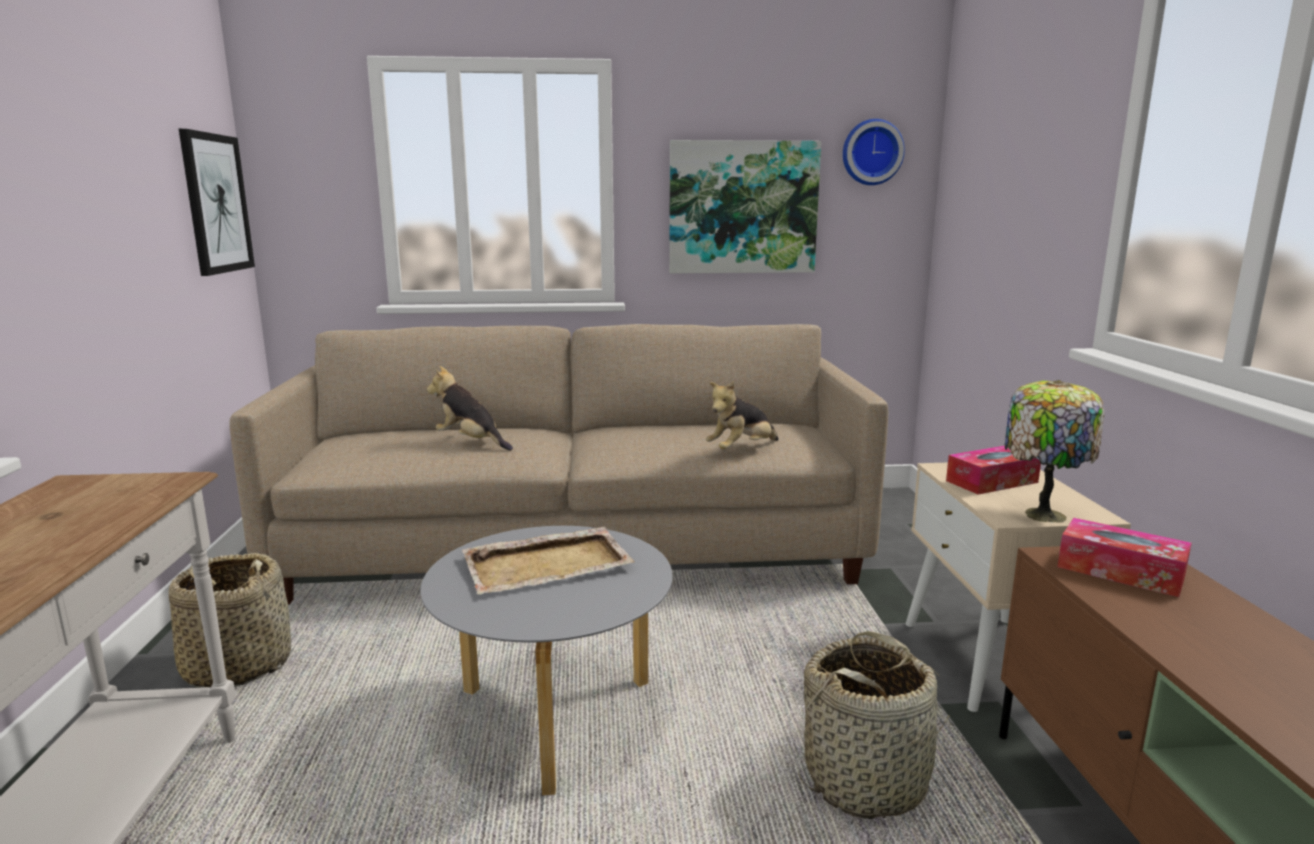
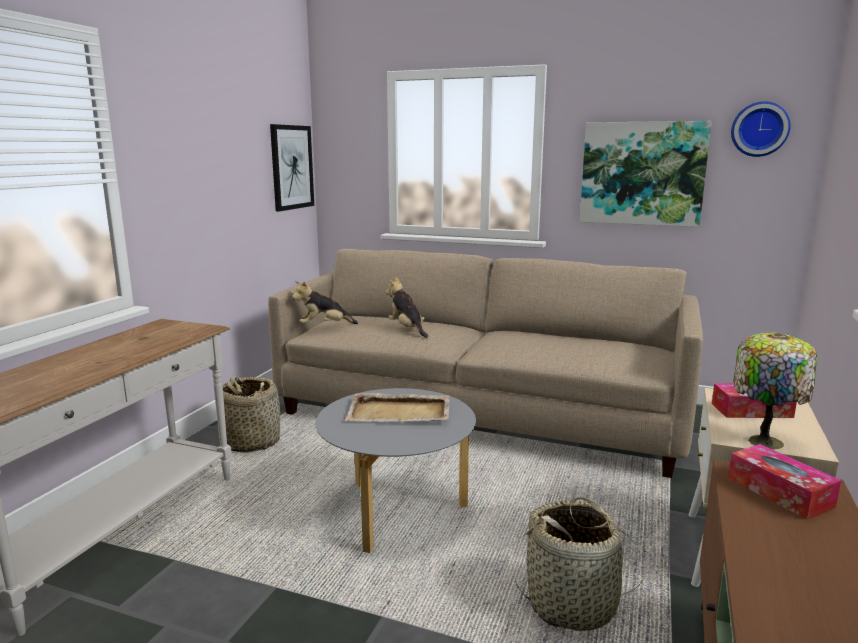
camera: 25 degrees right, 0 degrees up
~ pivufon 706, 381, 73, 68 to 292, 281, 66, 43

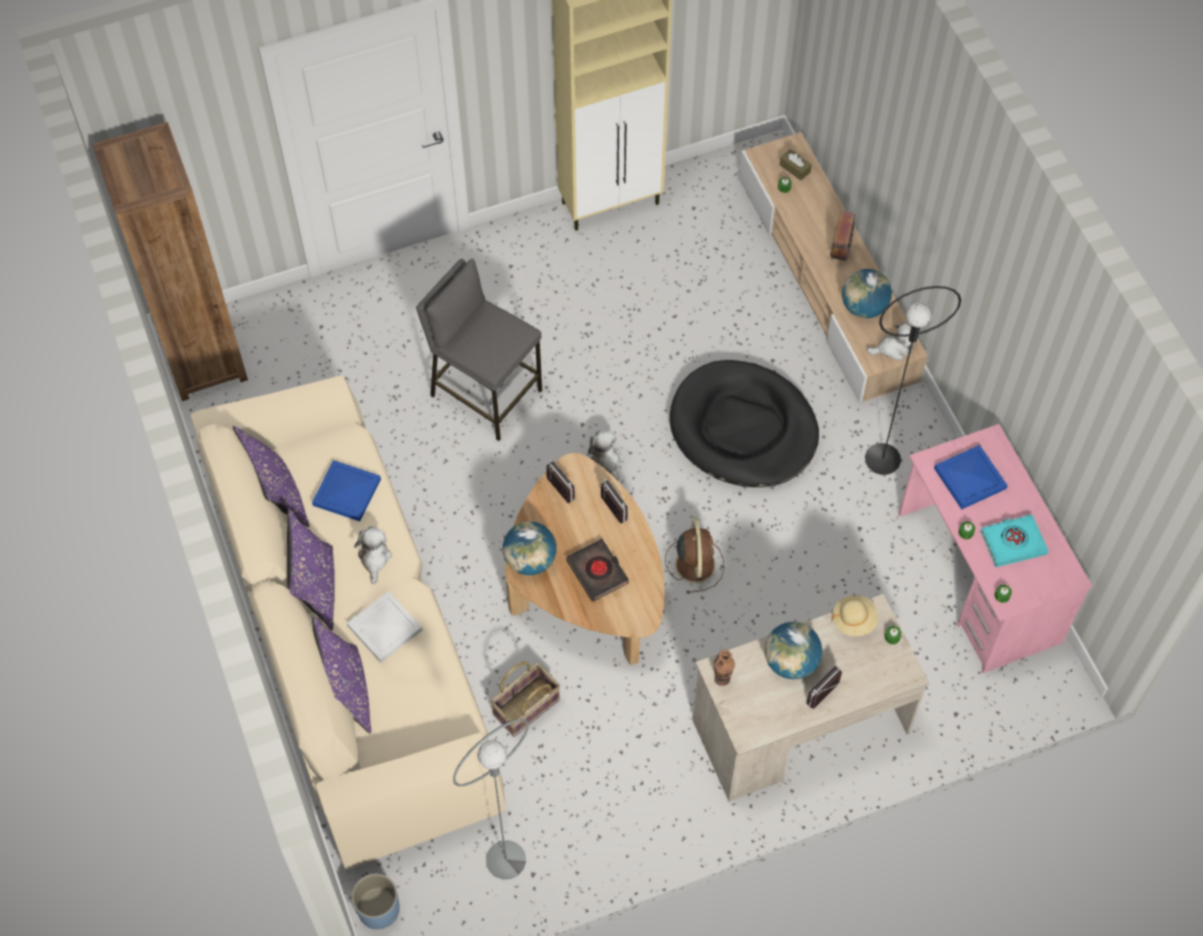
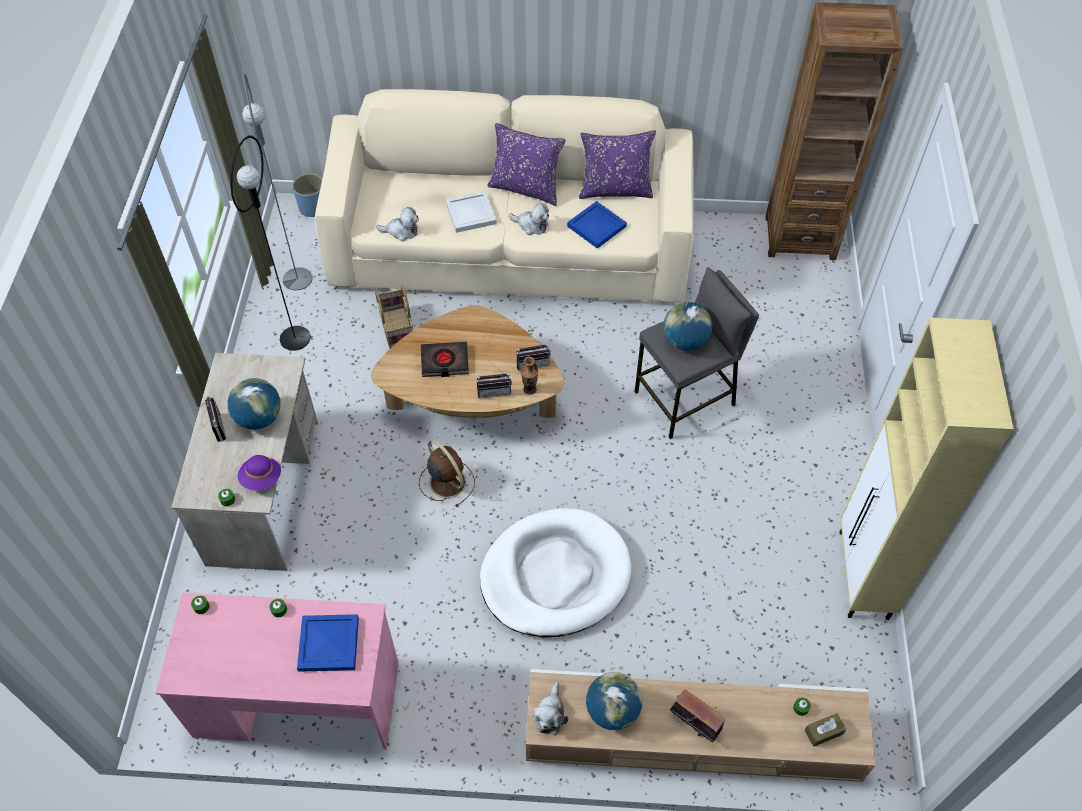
camera: 115 degrees right, 5 degrees down
~ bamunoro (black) 865, 286, 96, 189 to 230, 136, 81, 215
~ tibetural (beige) 832, 595, 46, 41 to tibetural (purple) 238, 455, 43, 36
~ pivufon 588, 430, 32, 50 to 376, 207, 43, 35
~ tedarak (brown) 665, 517, 59, 77 = 419, 439, 56, 68 150 degrees counterclockwise
~ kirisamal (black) 670, 360, 149, 127 to kirisamal (white) 480, 508, 151, 129
~ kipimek 714, 650, 21, 36 to 521, 357, 17, 38
~ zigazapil 503, 521, 54, 54 to 663, 302, 49, 49
- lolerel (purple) 312, 616, 59, 118
- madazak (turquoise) 980, 514, 68, 53

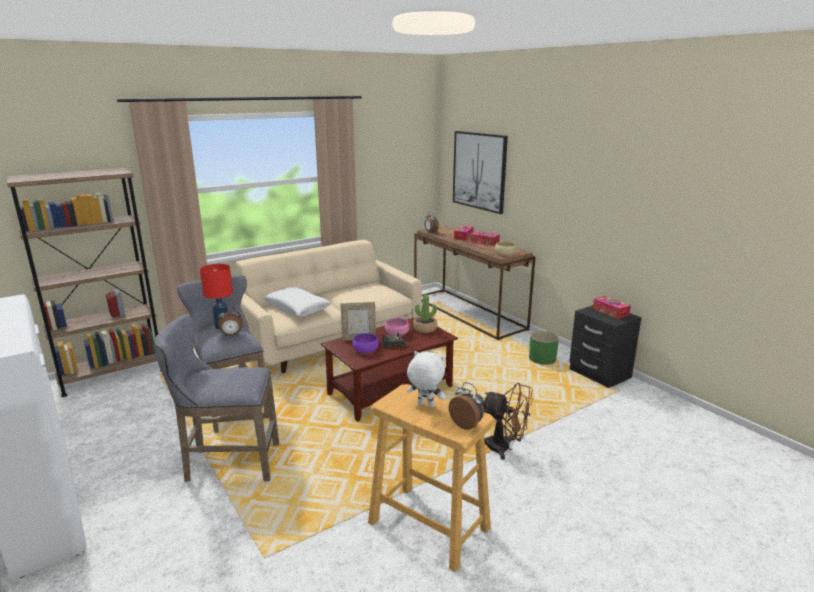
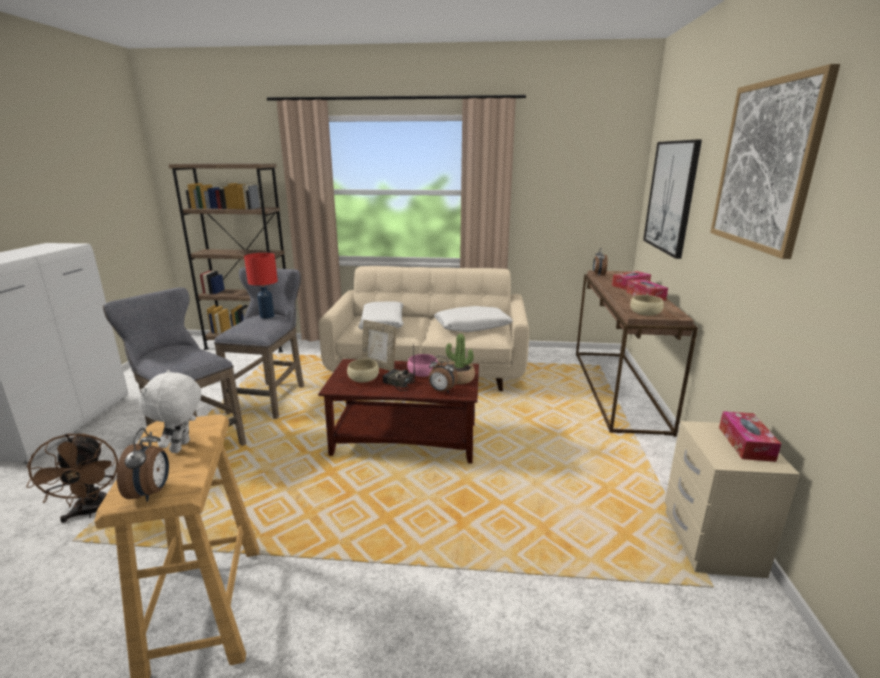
camera: 40 degrees right, 0 degrees up
~ tedarak (brown) 482, 382, 51, 78 to 26, 433, 92, 90
~ pivufon (white) 407, 351, 39, 56 = 139, 370, 62, 83 150 degrees counterclockwise
~ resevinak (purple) 352, 333, 27, 20 to resevinak (beige) 347, 359, 32, 24
~ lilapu 218, 306, 25, 31 to 429, 356, 29, 37
+ lolerel (white) 434, 306, 79, 26
~ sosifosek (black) 569, 305, 72, 83 to sosifosek (beige) 665, 421, 135, 157
+ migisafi 710, 64, 130, 195
- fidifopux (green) 529, 331, 30, 34

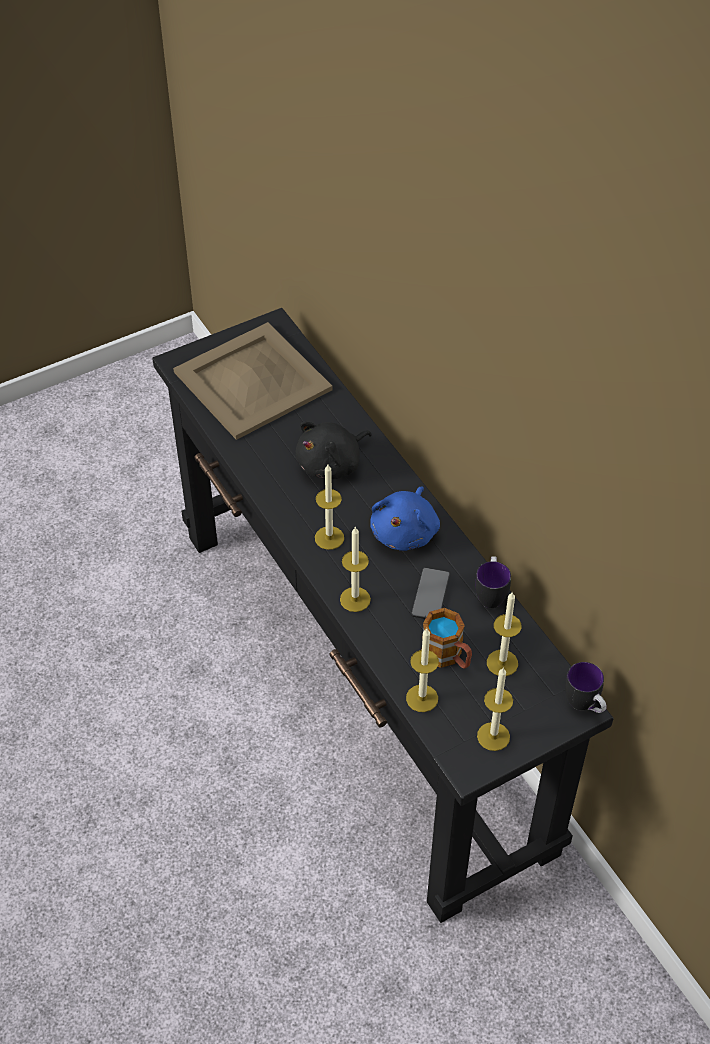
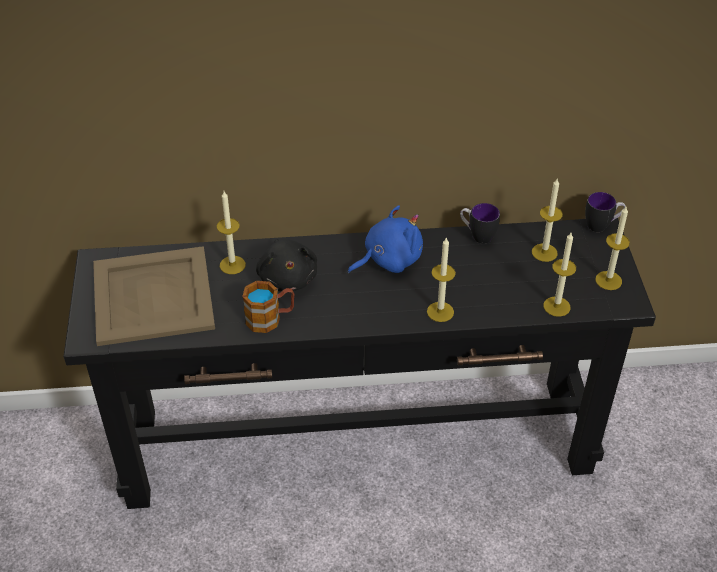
camera: 65 degrees left, 5 degrees down
~ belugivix 315, 465, 29, 85 to 217, 191, 29, 83
~ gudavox 421, 608, 51, 61 to 242, 281, 52, 52
~ pivufon (blue) 370, 486, 70, 65 = 348, 205, 75, 69 75 degrees counterclockwise
- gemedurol 411, 567, 39, 52

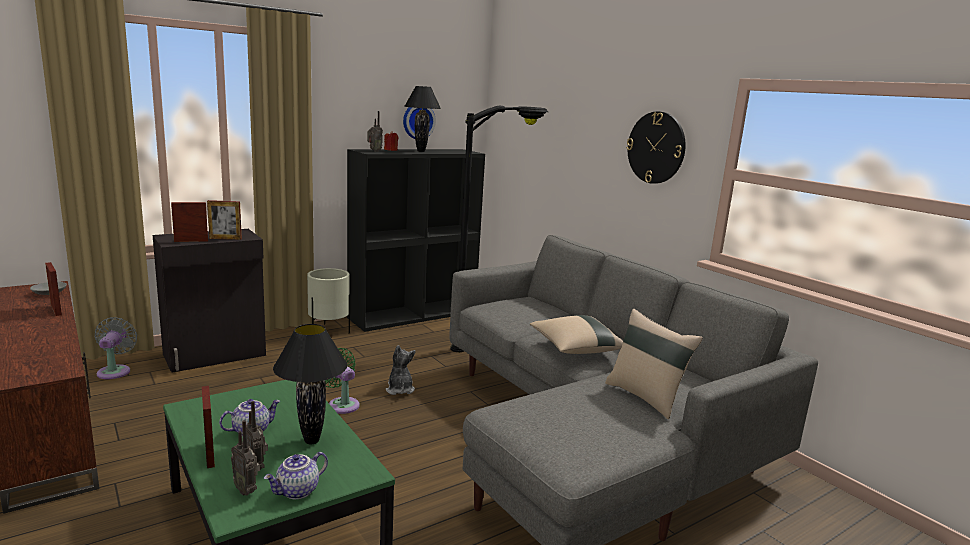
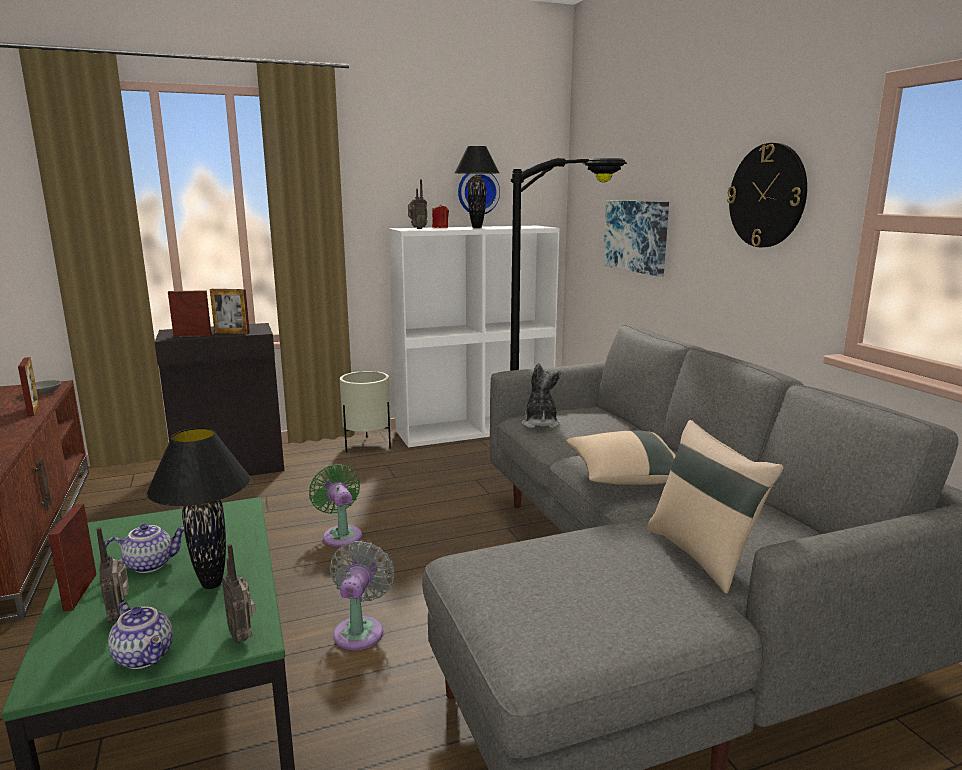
camera: 15 degrees right, 0 degrees up
~ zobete 264, 452, 64, 47 = 108, 602, 65, 67 105 degrees counterclockwise
~ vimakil 231, 420, 29, 76 to 222, 544, 34, 99
~ tedarak (grey) 94, 317, 43, 62 to 330, 541, 65, 109
~ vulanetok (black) 347, 149, 138, 183 to vulanetok (white) 388, 226, 172, 221
~ pivufon 386, 345, 29, 50 to 522, 363, 39, 65
+ migisafi 603, 200, 66, 76

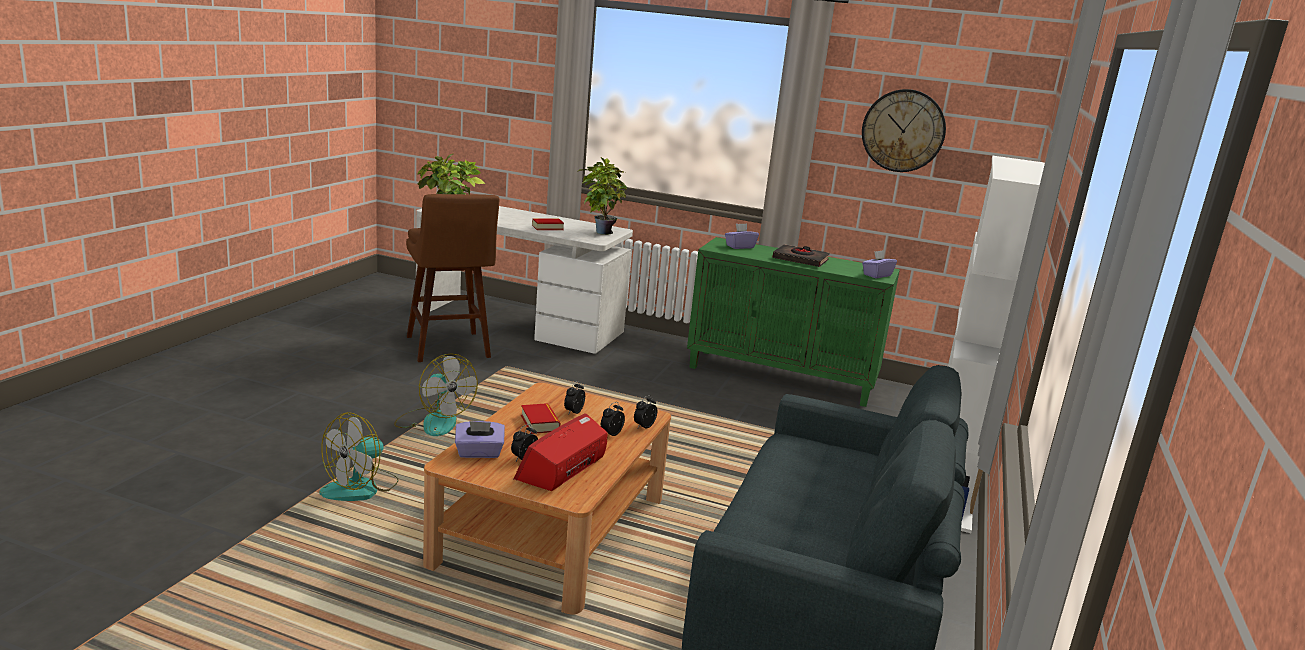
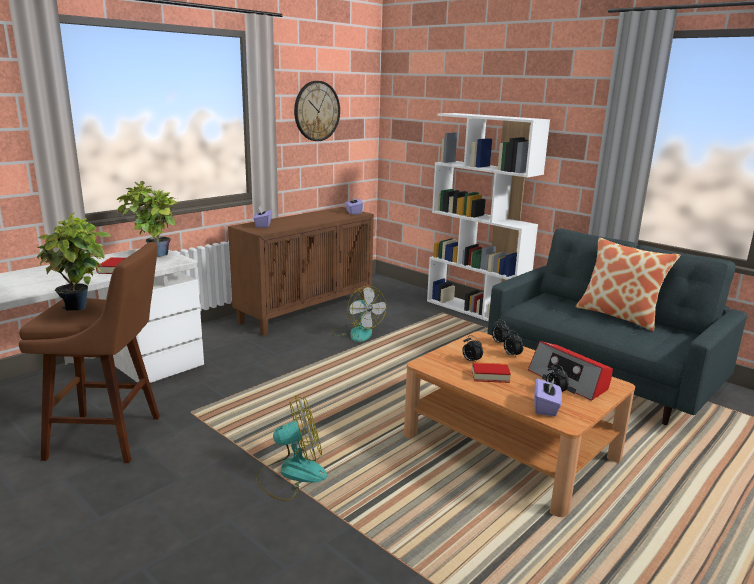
camera: 65 degrees left, 0 degrees up
~ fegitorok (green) 687, 237, 213, 170 to fegitorok (brown) 228, 207, 146, 129
~ tedarak 319, 412, 80, 89 to 332, 286, 54, 56
+ lolerel 575, 237, 105, 94
- madazak (black) 772, 244, 58, 23

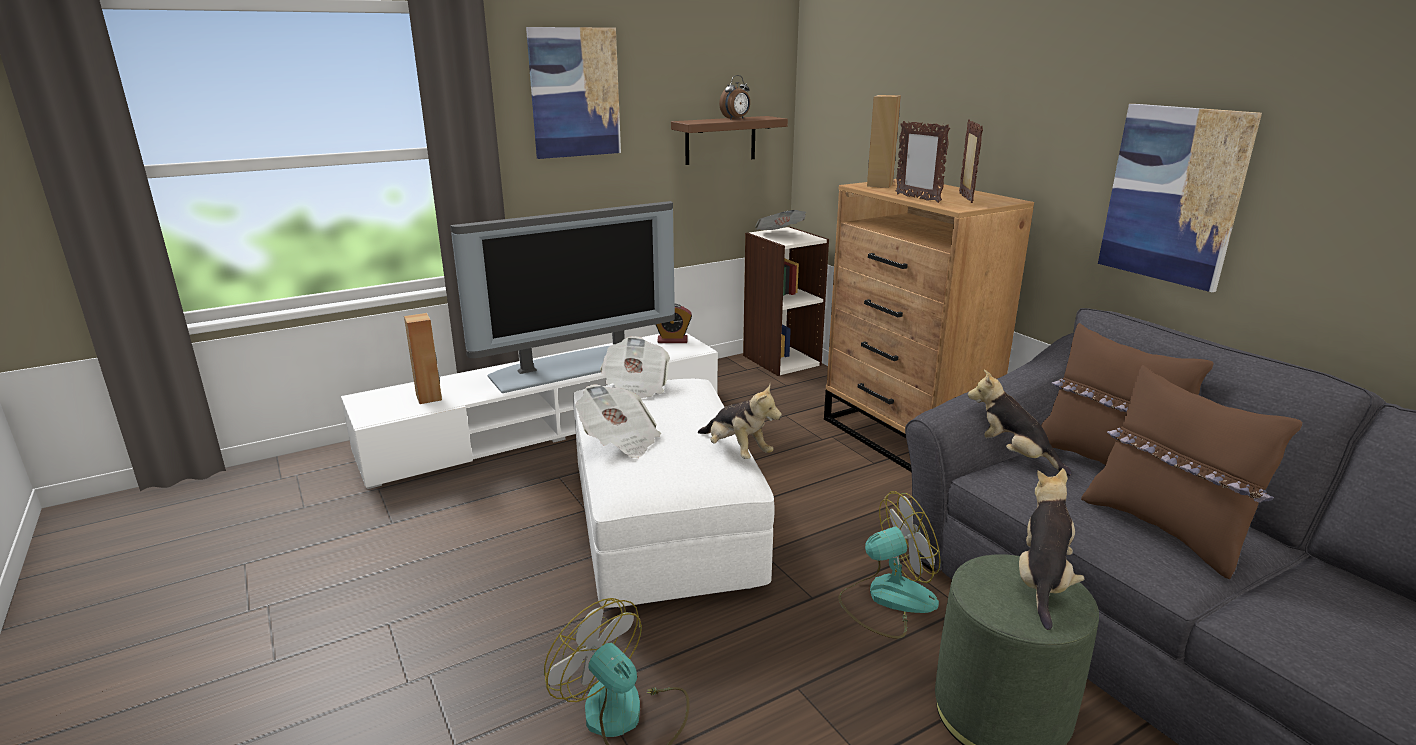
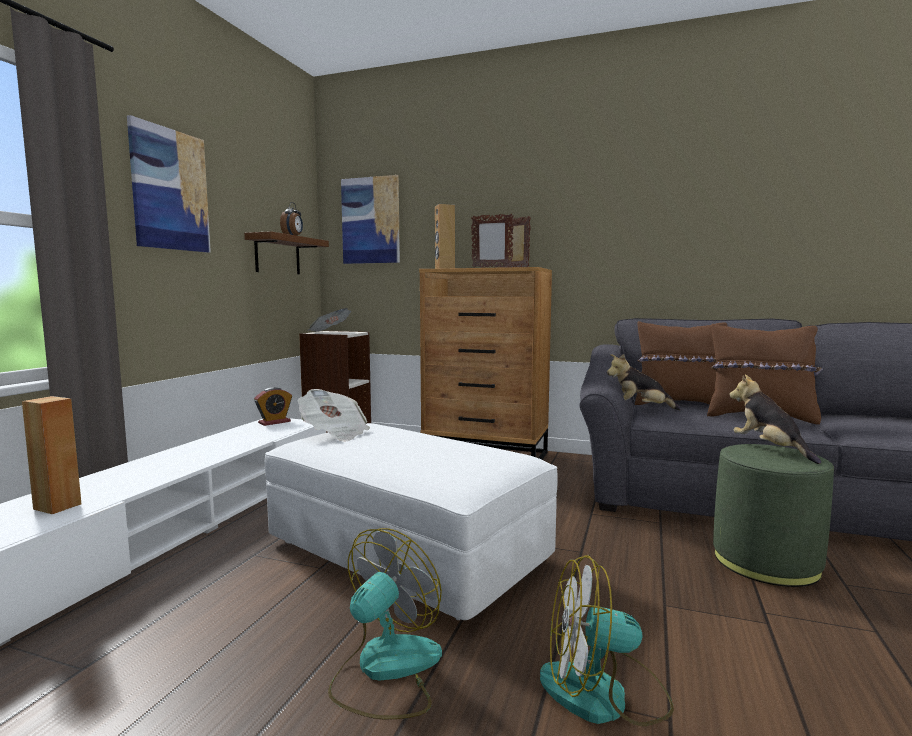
camera: 40 degrees left, 15 degrees down
~ tedarak 838, 491, 103, 148 to 328, 528, 114, 191
~ migisafi 1098, 104, 164, 188 to 341, 175, 59, 89
- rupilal 450, 201, 225, 192
- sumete 575, 384, 86, 74
- pivufon 698, 384, 84, 75

